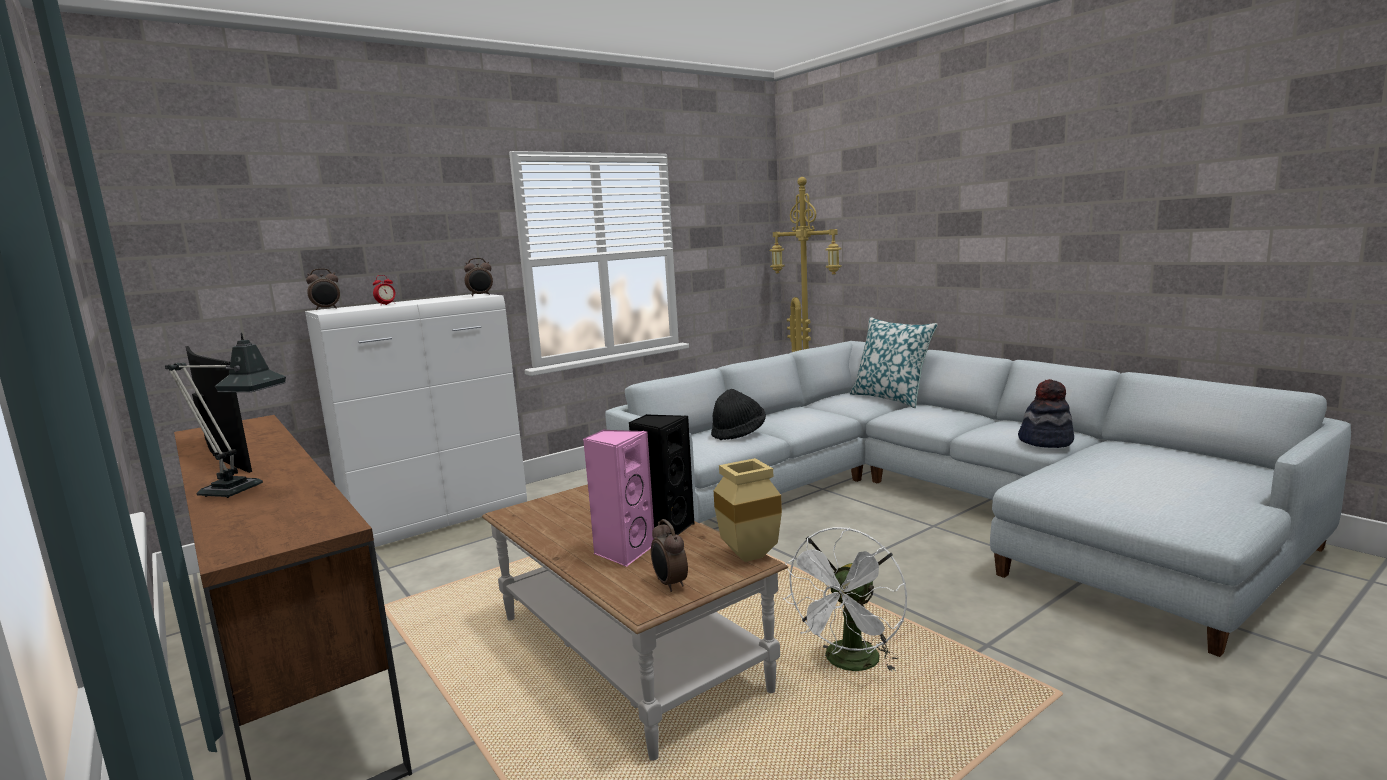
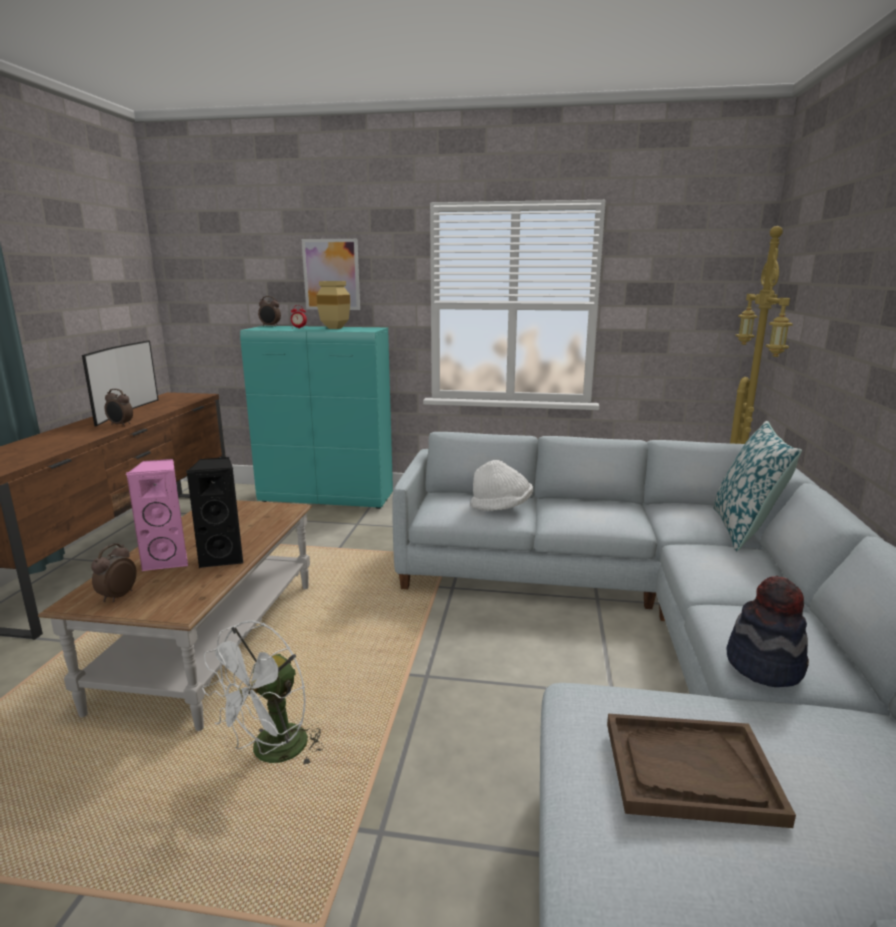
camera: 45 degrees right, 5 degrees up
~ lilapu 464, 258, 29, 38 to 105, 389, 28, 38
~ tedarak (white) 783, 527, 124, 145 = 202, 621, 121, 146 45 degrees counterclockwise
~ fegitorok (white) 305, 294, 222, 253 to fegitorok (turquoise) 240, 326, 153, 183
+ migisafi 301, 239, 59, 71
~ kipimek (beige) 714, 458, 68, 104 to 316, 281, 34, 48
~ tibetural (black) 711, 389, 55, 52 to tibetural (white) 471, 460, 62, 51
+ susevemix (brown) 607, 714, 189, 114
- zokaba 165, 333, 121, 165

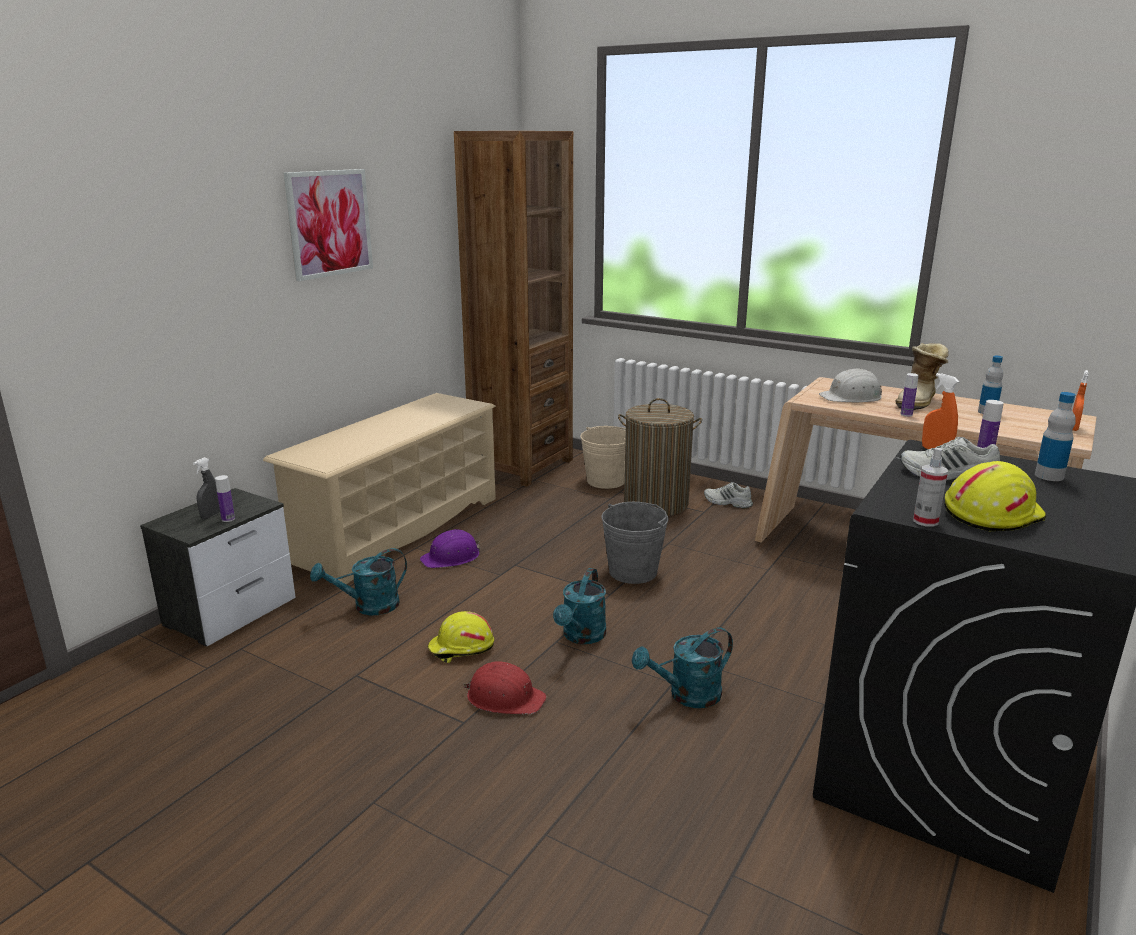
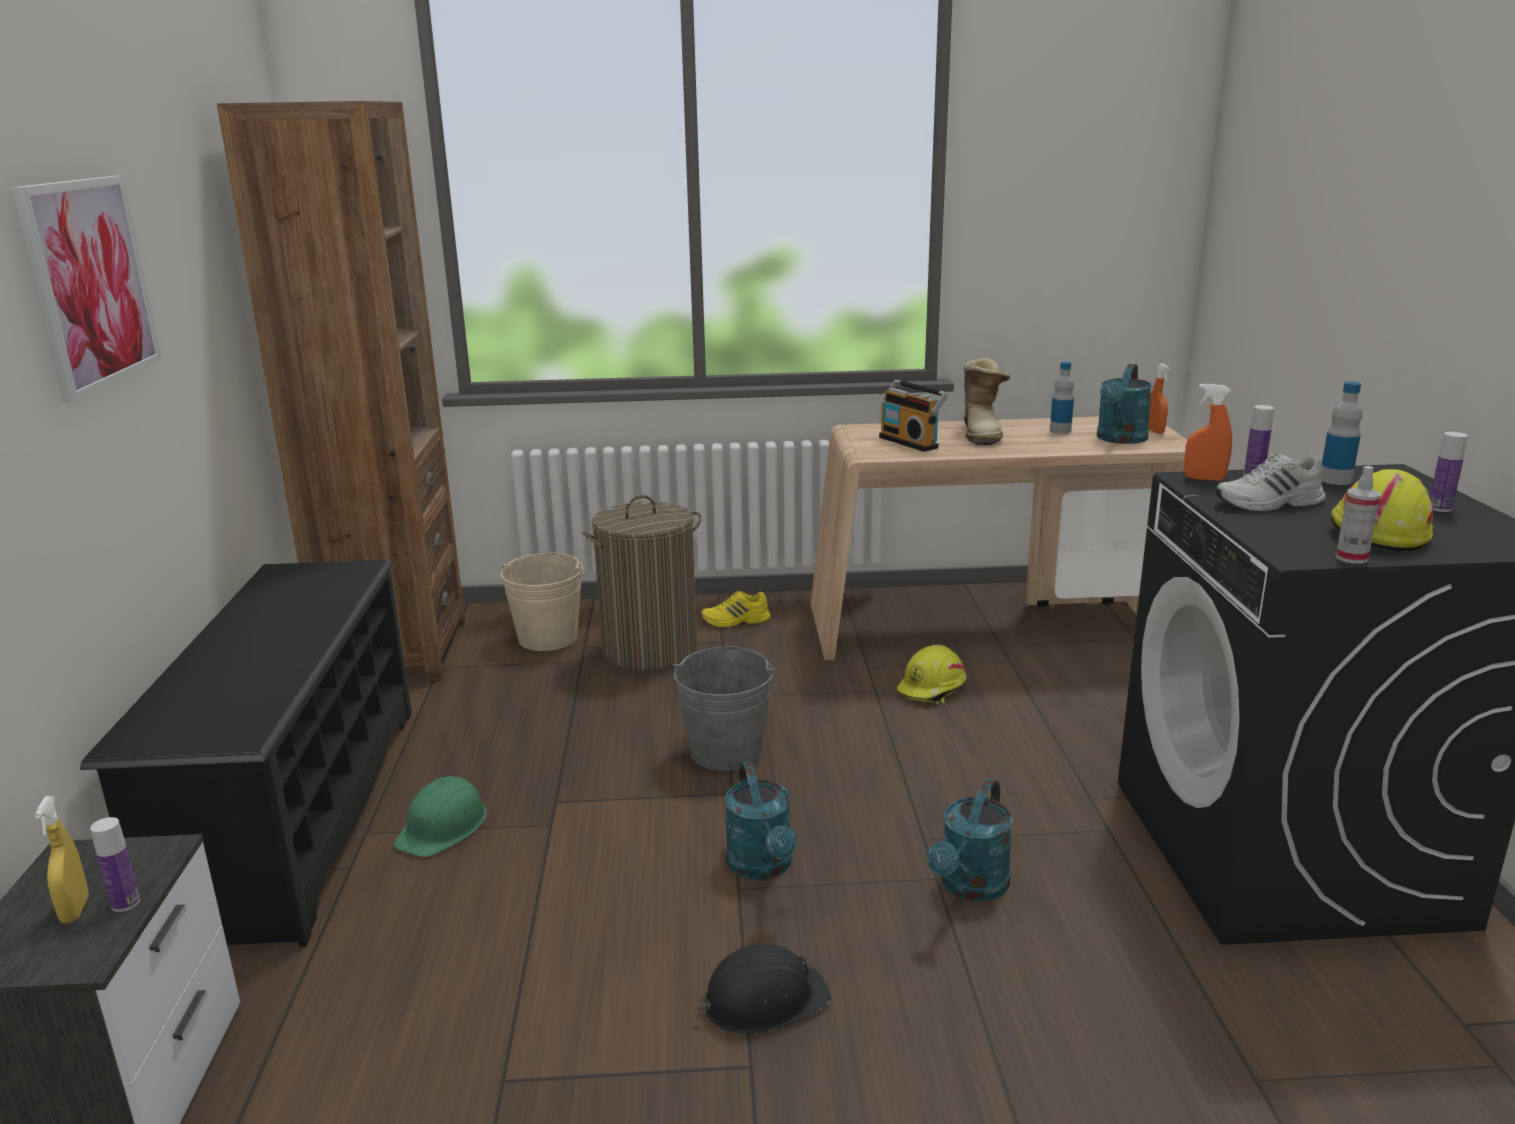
camera: 35 degrees left, 0 degrees up
~ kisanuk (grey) 193, 457, 27, 62 to kisanuk (yellow) 34, 796, 55, 127
~ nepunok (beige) 263, 393, 233, 191 to nepunok (black) 80, 560, 332, 387
~ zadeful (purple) 420, 529, 60, 39 to zadeful (green) 394, 776, 93, 81
~ zadeful (red) 463, 661, 83, 53 to zadeful (black) 697, 945, 134, 89
~ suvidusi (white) 704, 482, 49, 26 to suvidusi (yellow) 701, 591, 70, 37
~ zadeful (white) 819, 368, 63, 35 to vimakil 879, 379, 69, 73
~ zadeful (yellow) 427, 611, 67, 52 to 896, 644, 71, 61
~ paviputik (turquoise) 310, 548, 97, 67 to 1097, 364, 56, 80
~ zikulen 900, 373, 19, 44 to 1430, 432, 38, 80

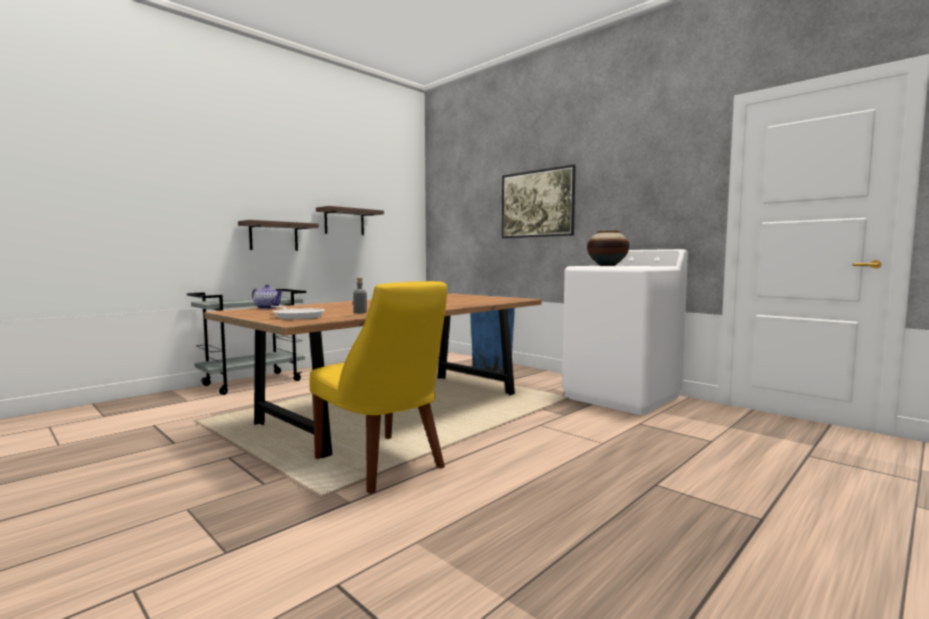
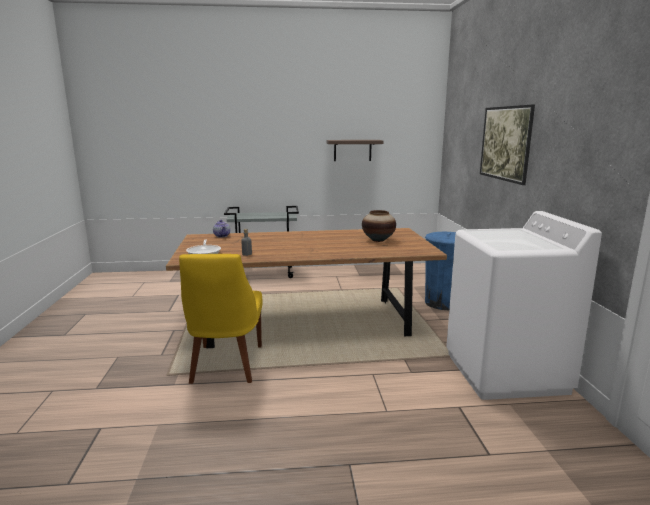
camera: 40 degrees right, 10 degrees up
~ kipimek 587, 231, 42, 35 to 362, 210, 34, 32
- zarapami 238, 220, 81, 31

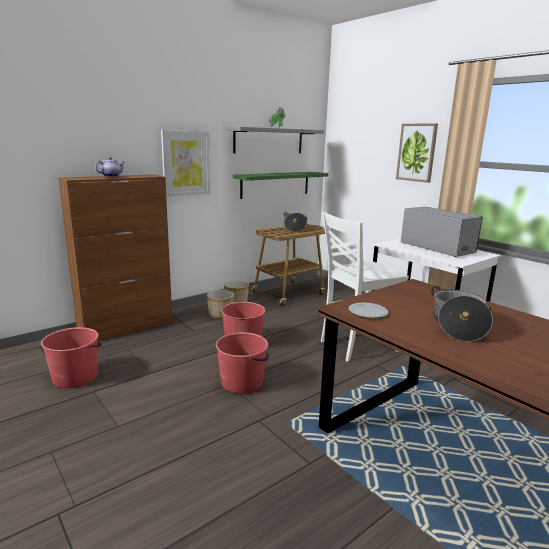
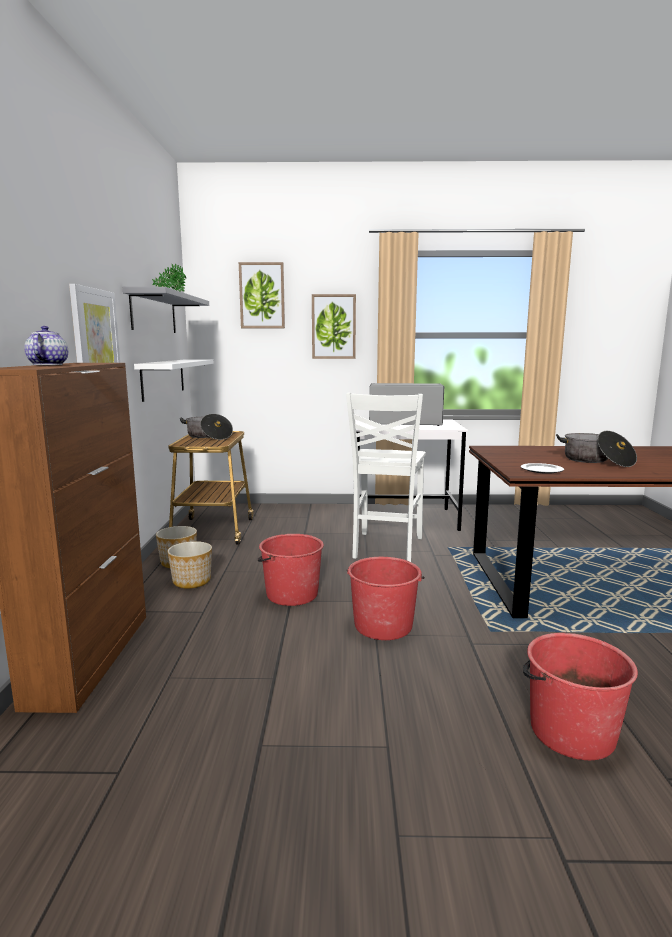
camera: 50 degrees left, 5 degrees down
~ zarapami (green) 233, 172, 95, 27 to zarapami (white) 134, 359, 80, 43
+ migisafi 239, 262, 46, 66
~ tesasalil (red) 41, 327, 60, 61 to 523, 633, 115, 127

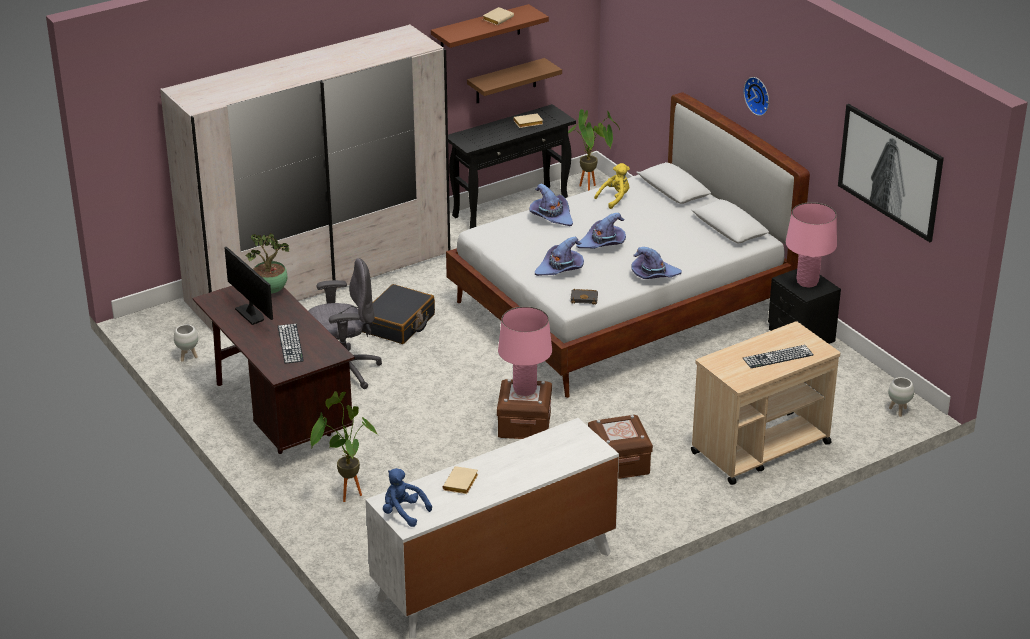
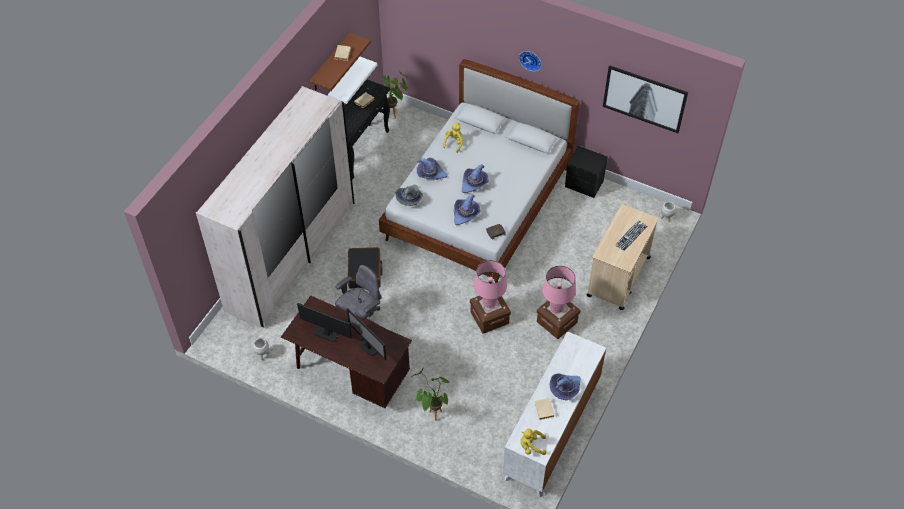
camera: 30 degrees left, 20 degrees up
~ zarapami (brown) 467, 58, 95, 45 to zarapami (white) 328, 57, 49, 47
~ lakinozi 278, 324, 26, 40 to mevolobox 347, 308, 39, 52
+ tibetural (grey) 395, 185, 28, 21
~ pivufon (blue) 383, 468, 49, 59 to pivufon (yellow) 520, 428, 26, 27
~ zokaba (pink) 786, 202, 51, 86 to 542, 266, 34, 47
~ tibetural (purple) 631, 247, 51, 32 to 550, 373, 31, 27
- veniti 246, 233, 43, 61

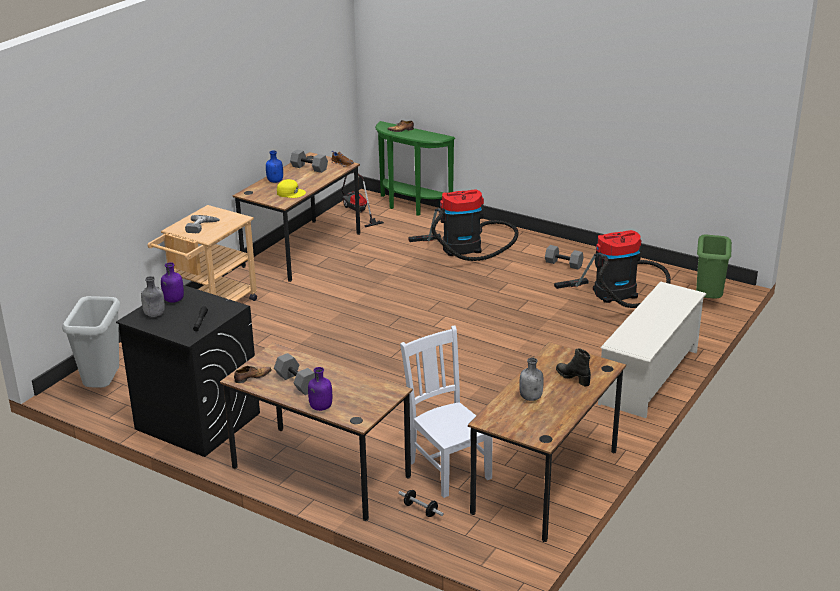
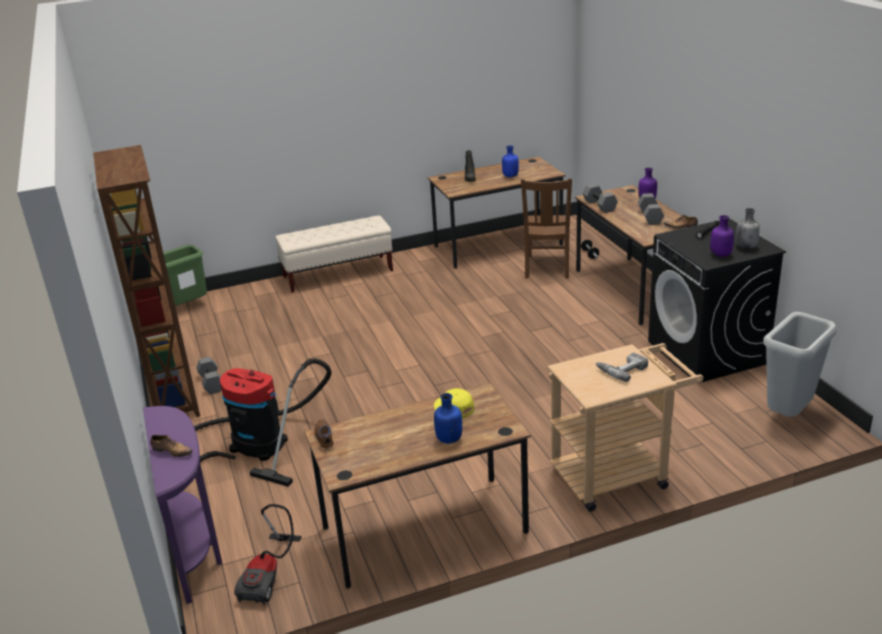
camera: 140 degrees left, 0 degrees up
+ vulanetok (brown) 93, 145, 107, 272
~ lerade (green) 375, 121, 80, 95 to lerade (purple) 143, 406, 79, 198
~ nepunok (white) 598, 282, 108, 136 to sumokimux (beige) 275, 215, 118, 78
~ zikulen (grey) 519, 358, 25, 43 to zikulen (blue) 502, 145, 17, 32
~ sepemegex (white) 400, 326, 93, 172 to sepemegex (brown) 521, 178, 51, 101
~ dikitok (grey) 290, 150, 38, 23 to 582, 183, 36, 30
- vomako 554, 230, 117, 78

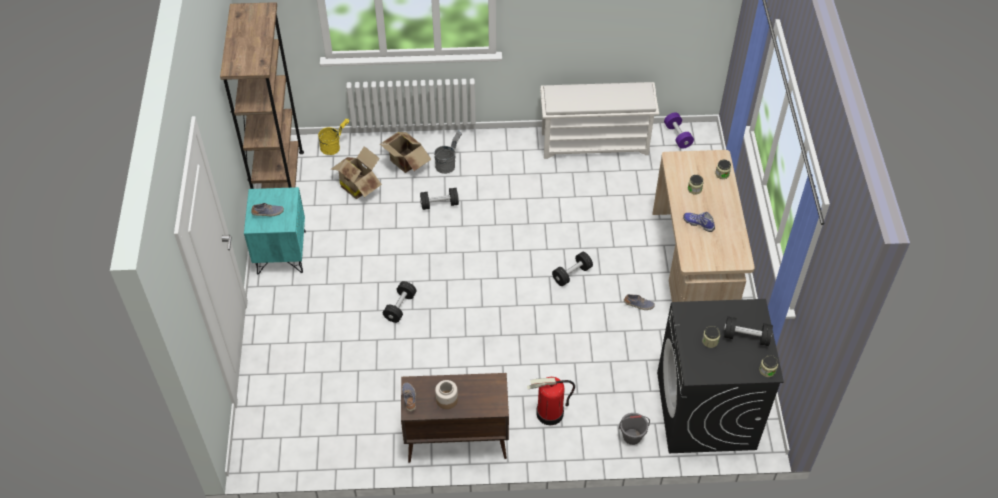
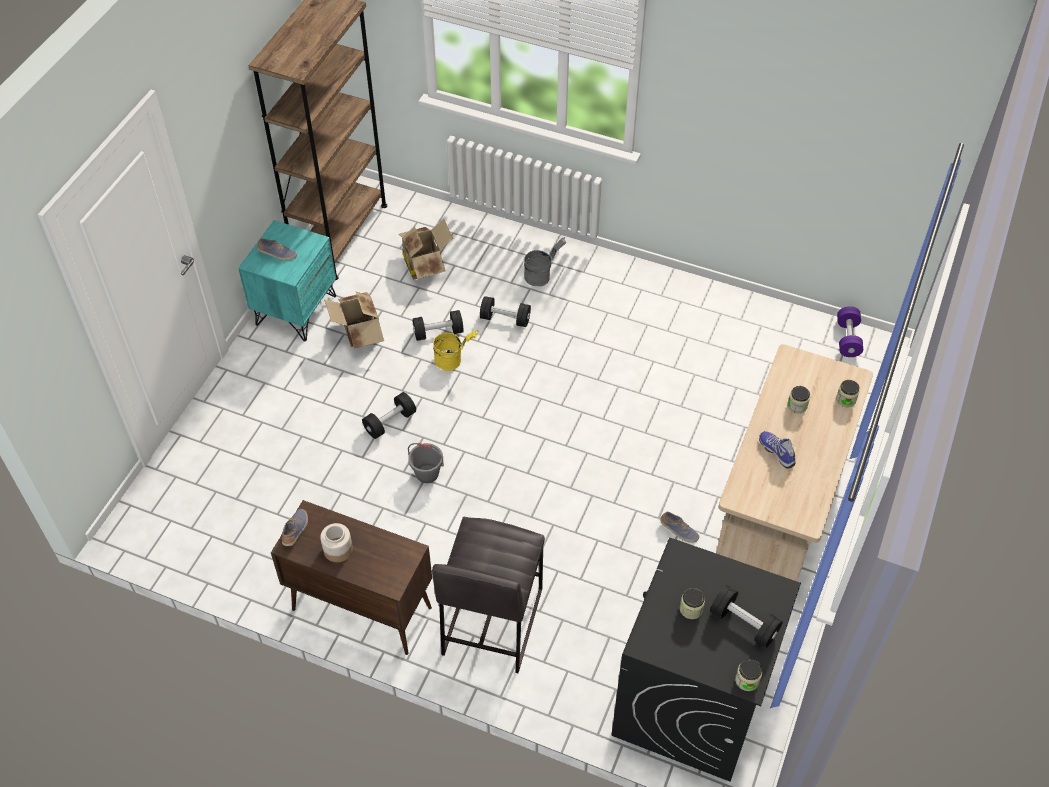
camera: 25 degrees right, 0 degrees up
~ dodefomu 380, 132, 51, 41 to 324, 291, 60, 58
~ tesasalil (grey) 619, 413, 31, 32 to 408, 443, 36, 40
~ dikitok (black) 552, 252, 41, 34 to 413, 310, 51, 31
~ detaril 527, 377, 48, 49 to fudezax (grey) 432, 517, 113, 156
~ tesasalil (yellow) 318, 118, 31, 37 to 433, 330, 46, 41
- nepunok (white) 540, 82, 119, 77

